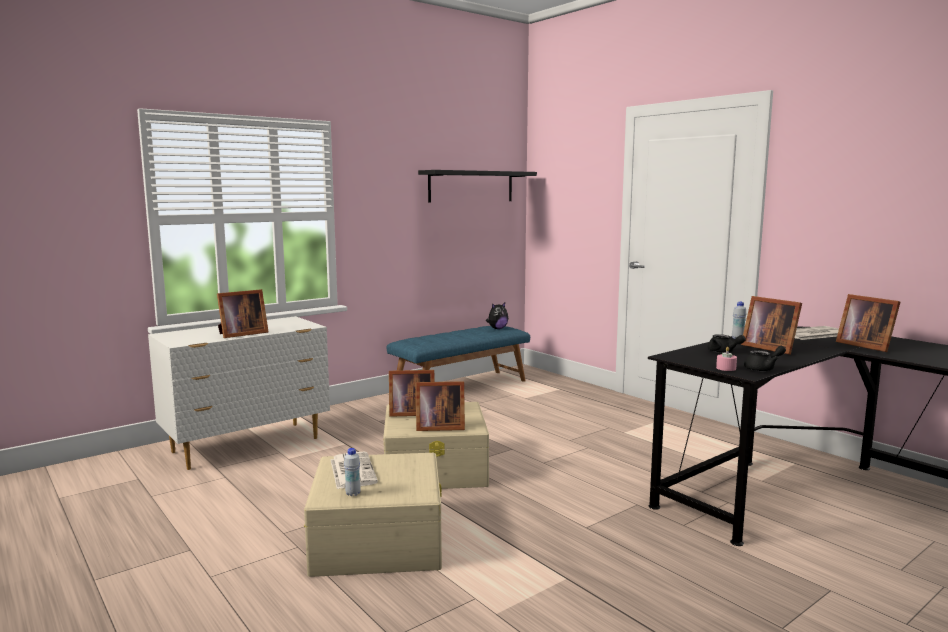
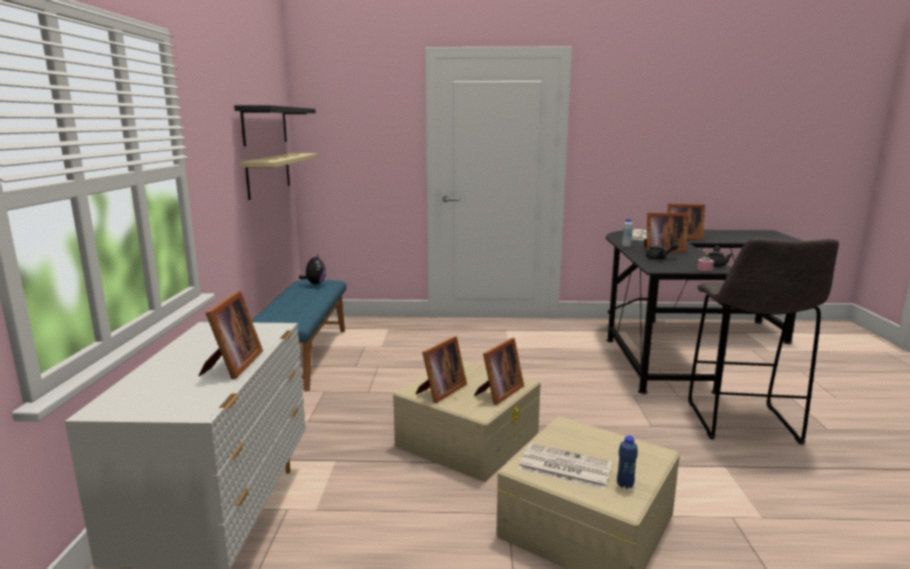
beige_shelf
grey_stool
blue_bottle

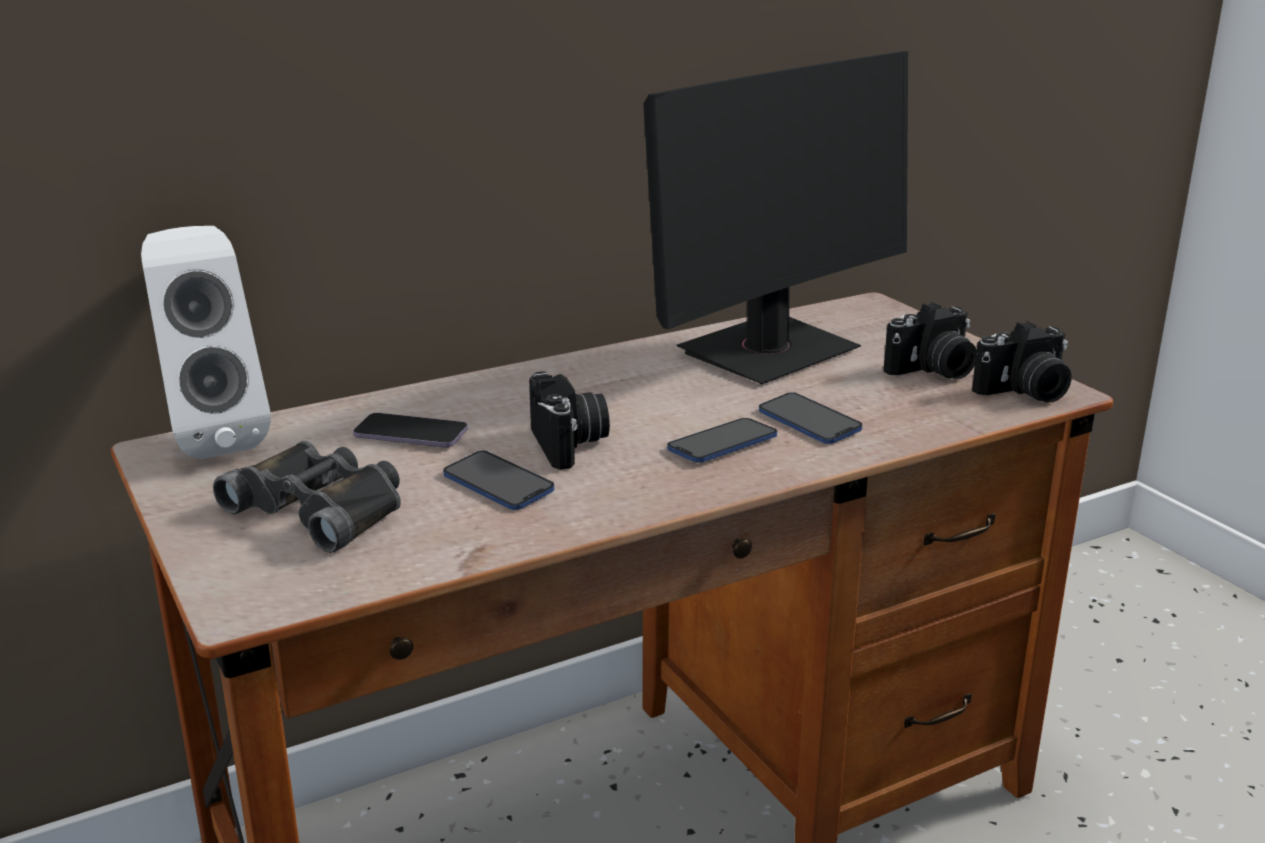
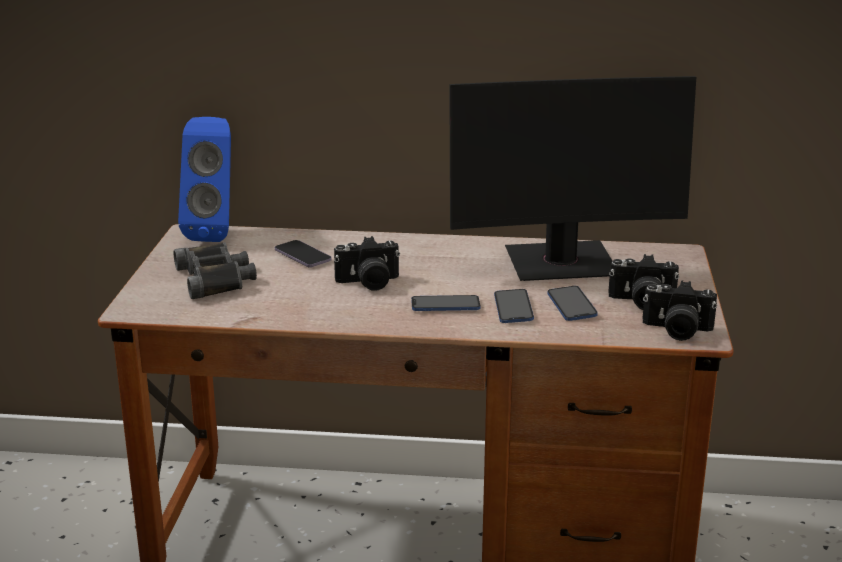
phone (no. 4 from left)
blue_speaker
photo_camera (no. 1 from left)

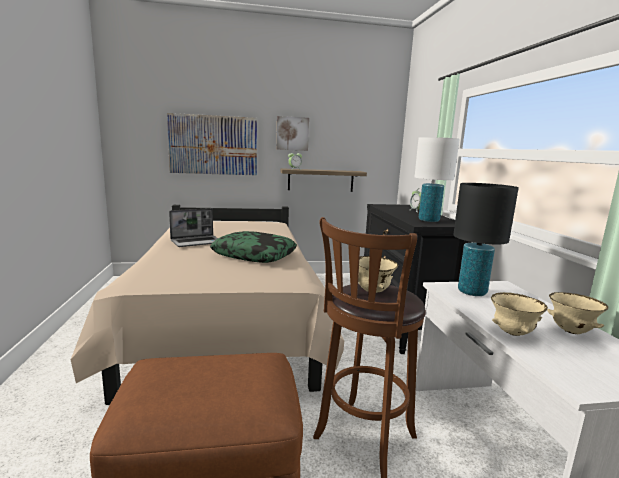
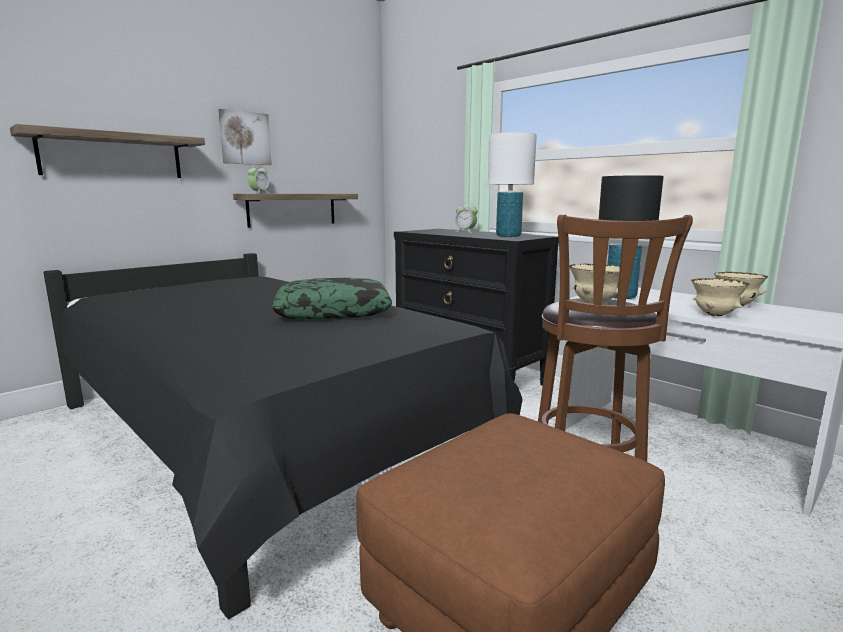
laptop
shelf (no. 1 from left)
black_bed

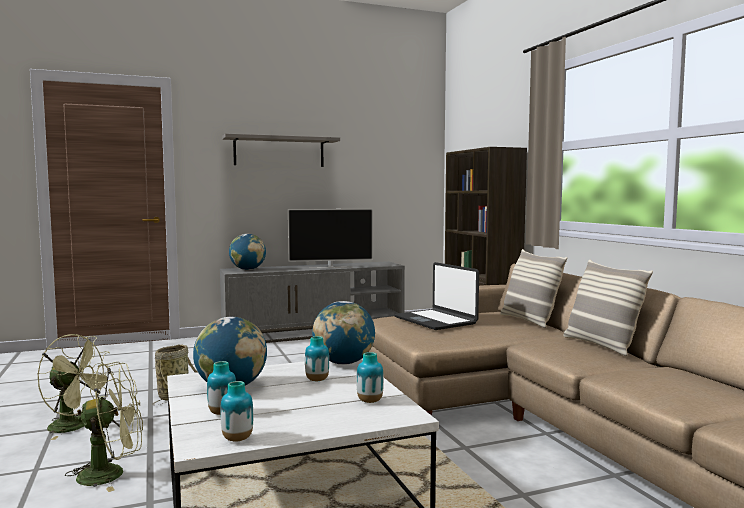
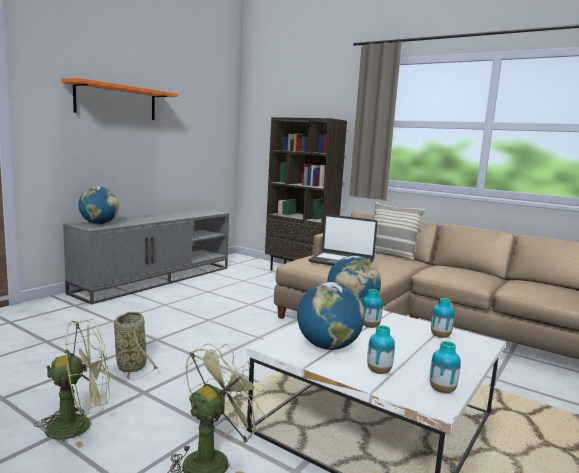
television
pillow (no. 2 from left in the first image)
orange_shelf

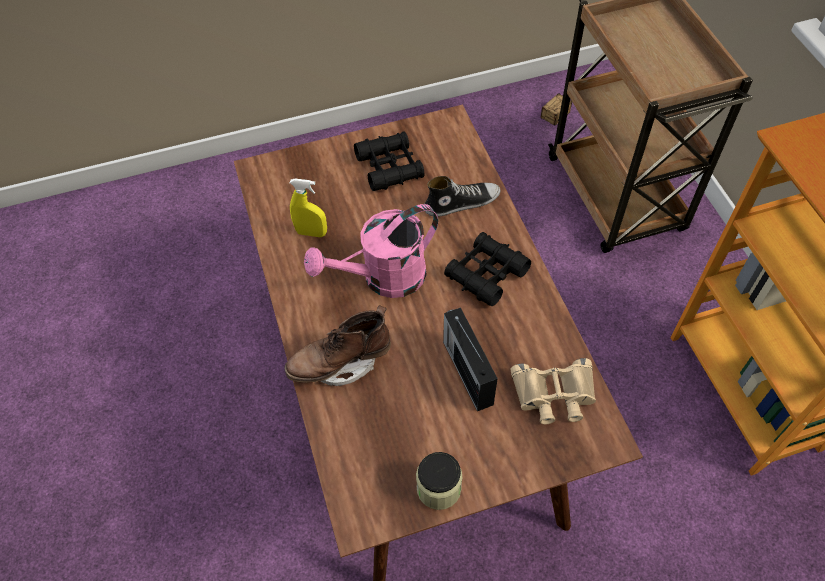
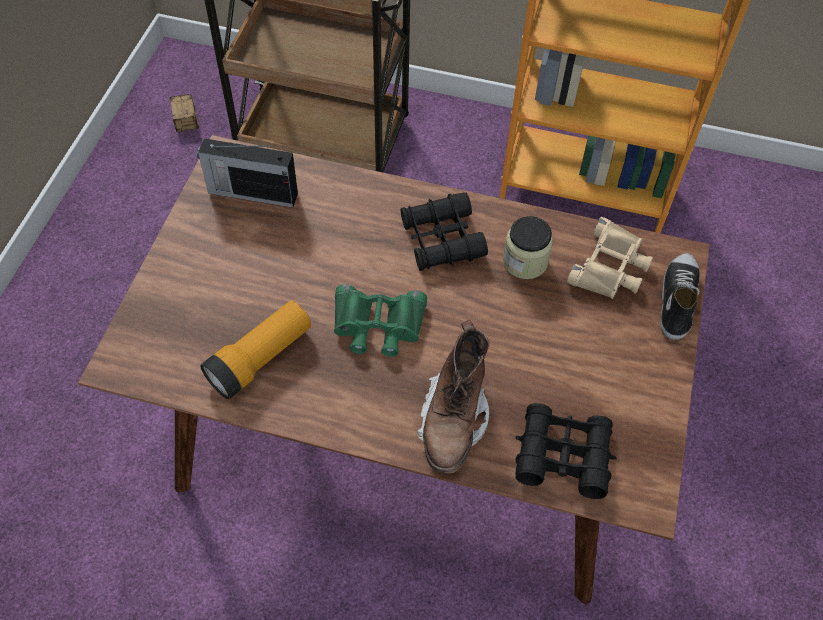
black_binoculars (no. 2 from left)
jar
shoe
radio
flashlight
green_binoculars

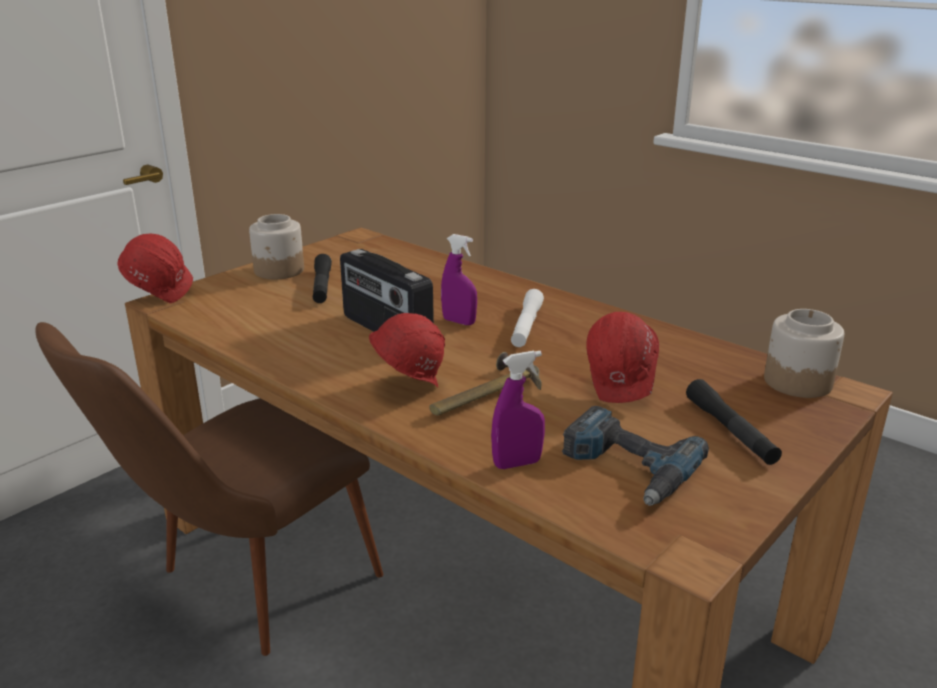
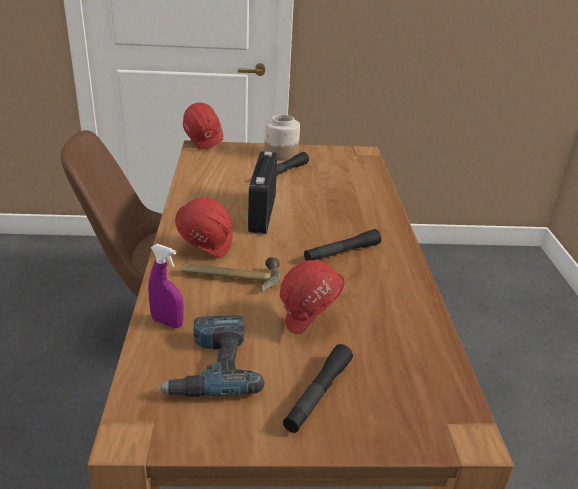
purple_spray_bottle (no. 1 from left in the first image)
jar (no. 2 from left in the first image)
black_flashlight (no. 3 from left)

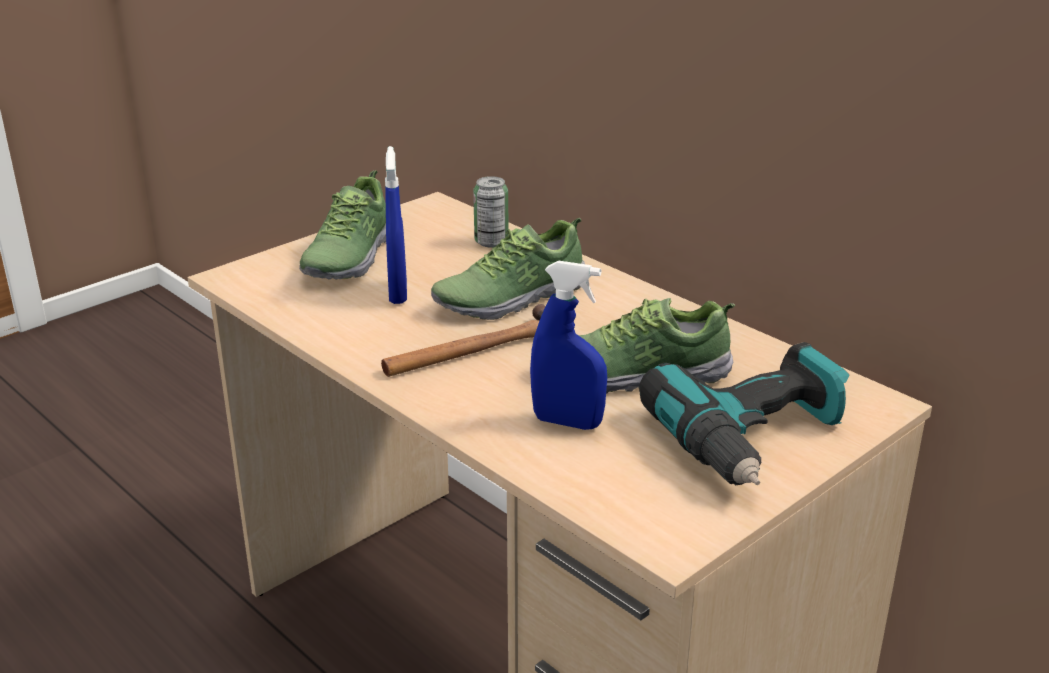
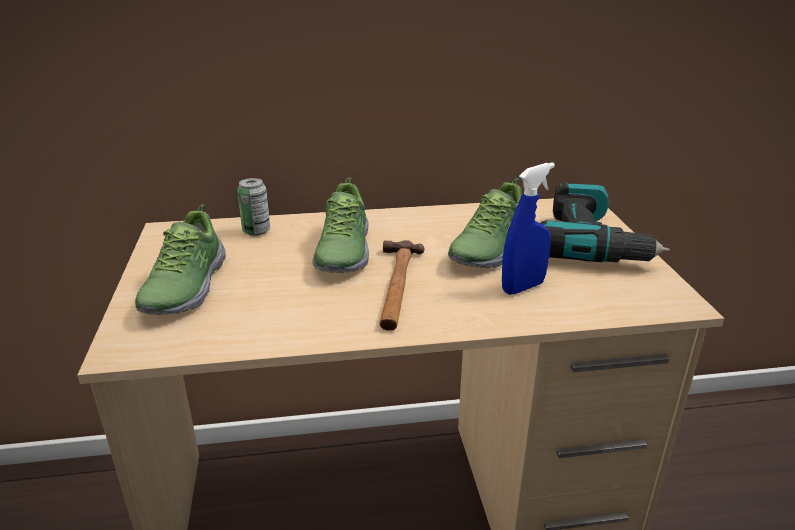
blue_spray_bottle (no. 1 from left in the first image)
shoe (no. 1 from left)

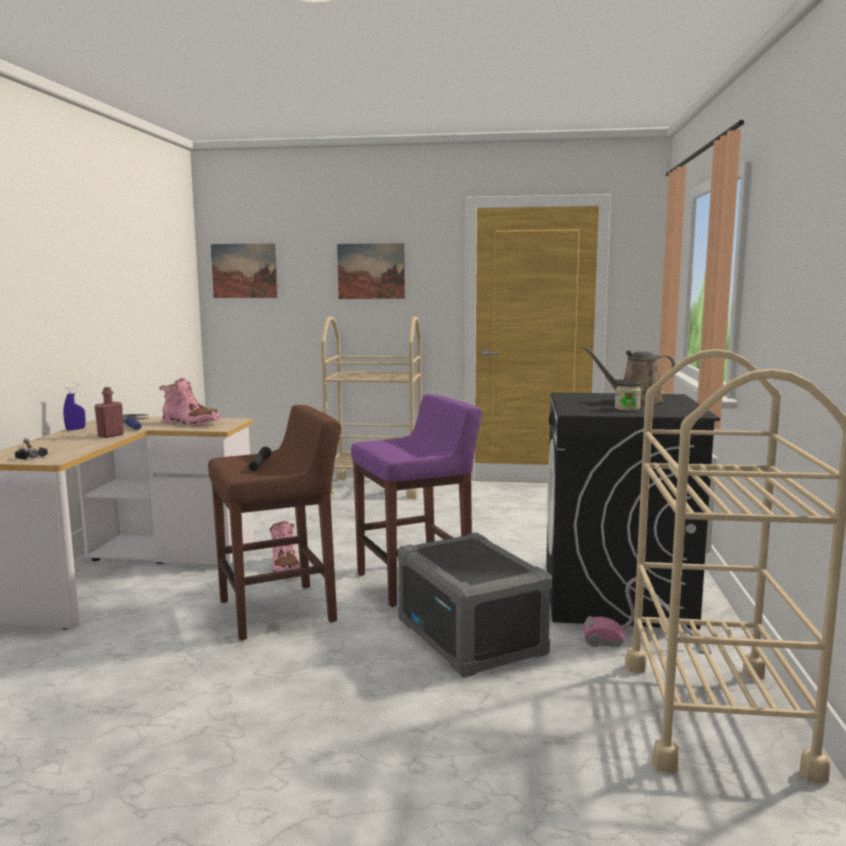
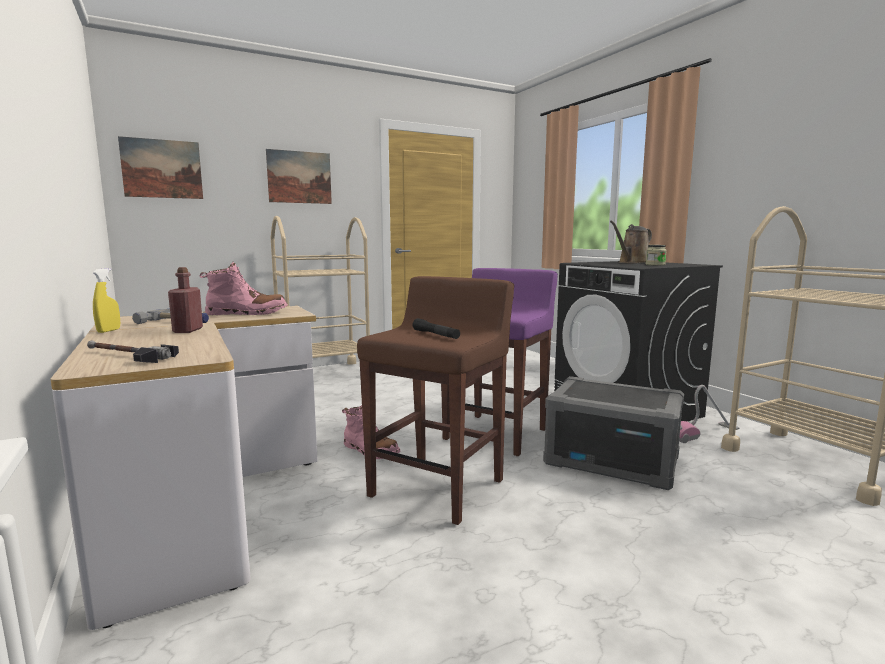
yellow_spray_bottle

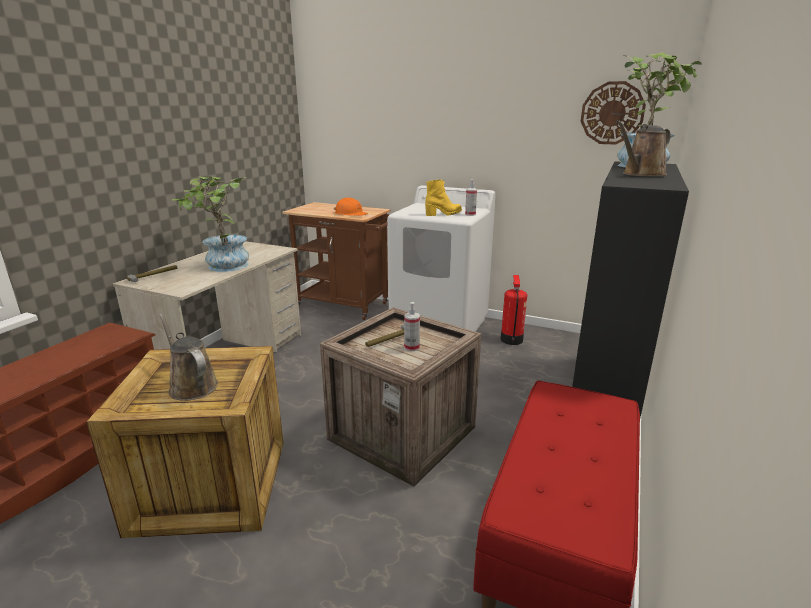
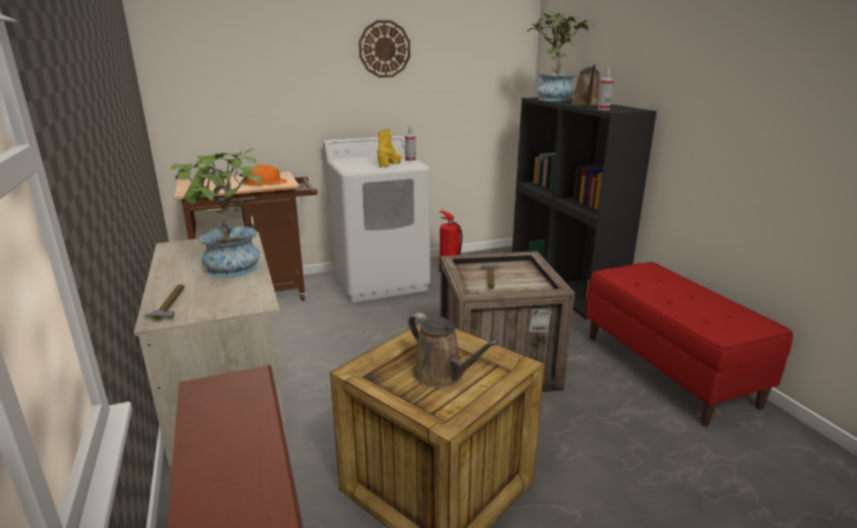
spray_bottle (no. 2 from left)
wall_clock
brown_watering_can (no. 1 from left)

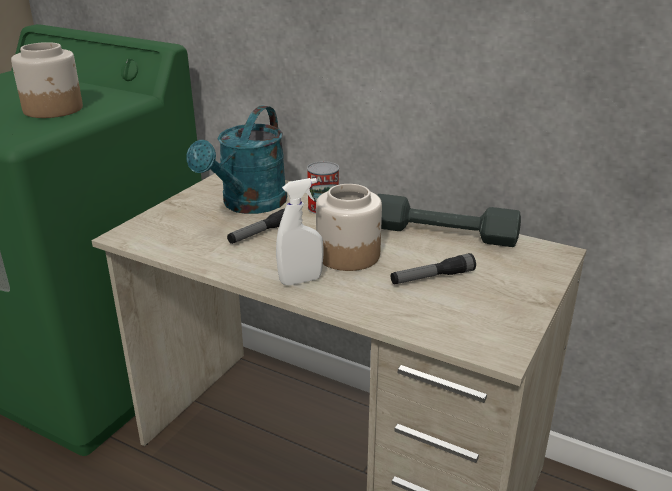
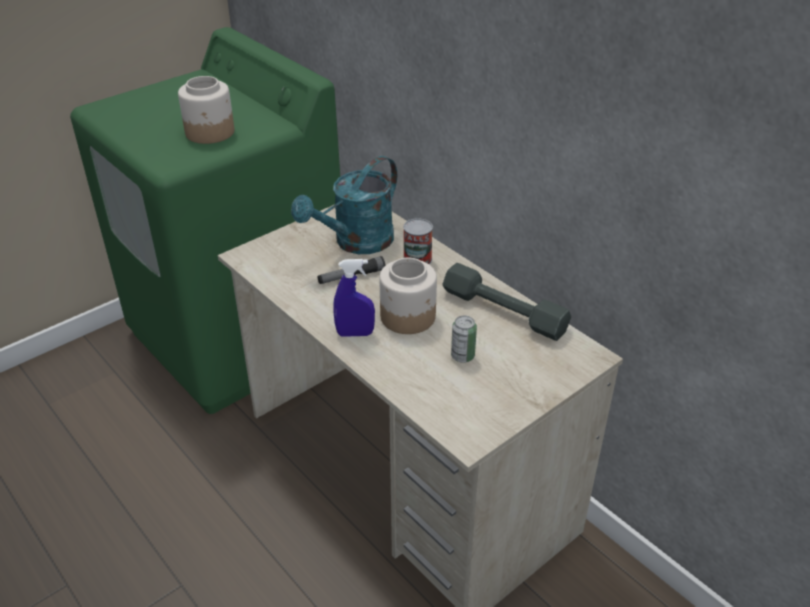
can (no. 2 from left)
blue_spray_bottle

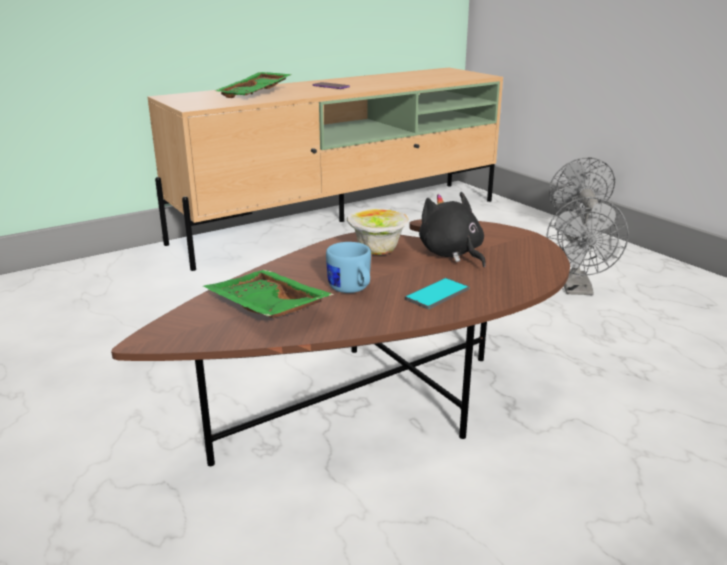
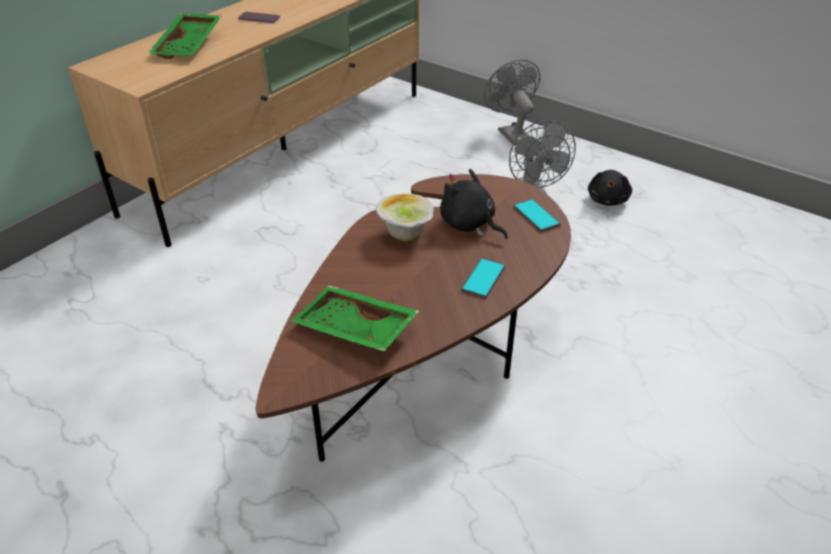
blue_mug
phone (no. 3 from left)
black_plush_toy (no. 2 from left)

